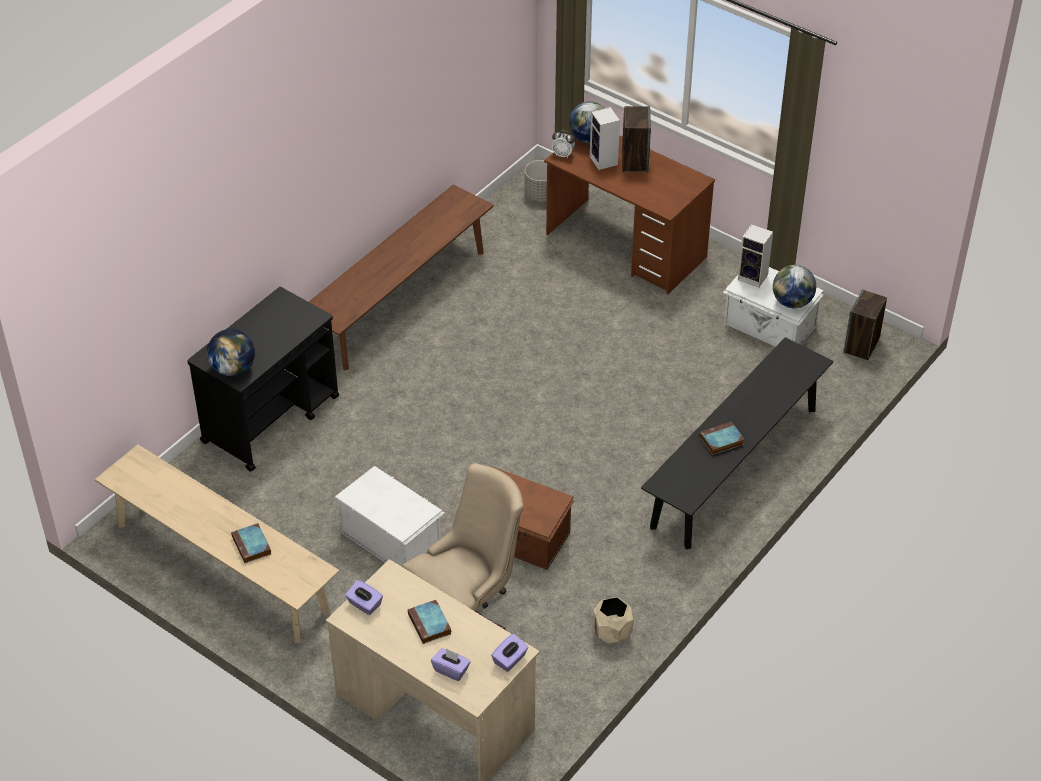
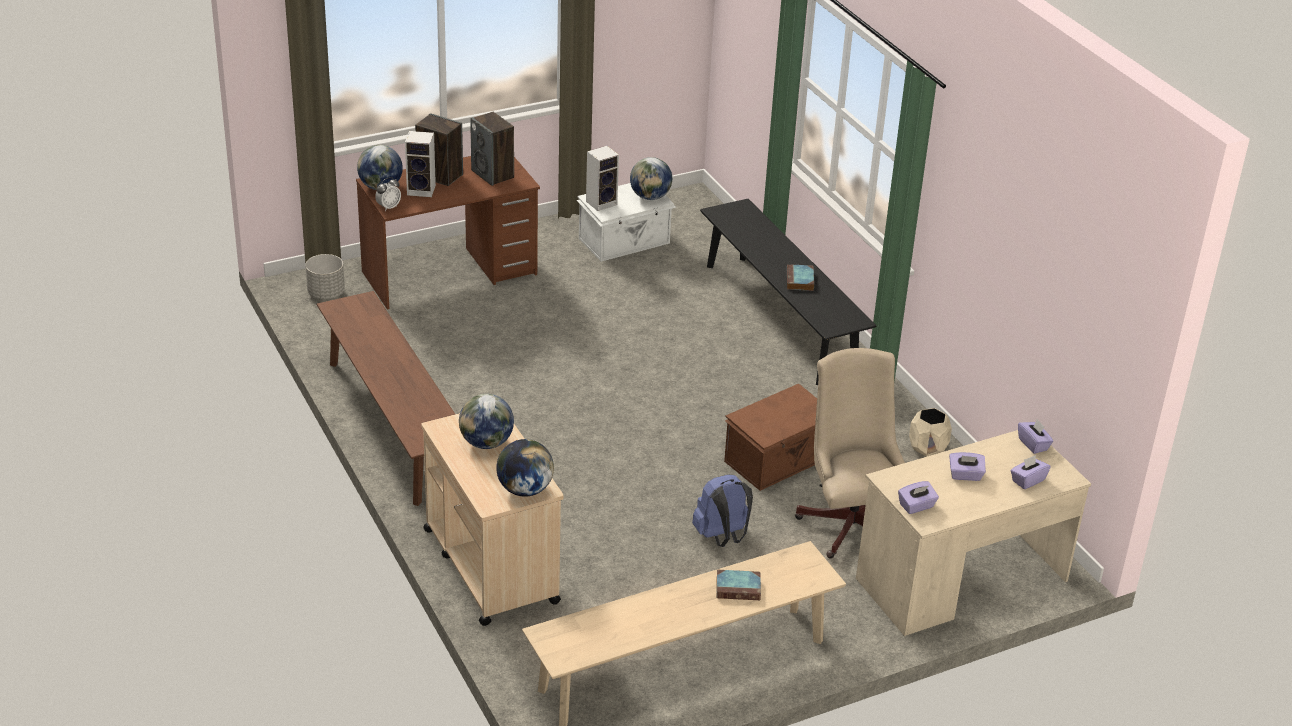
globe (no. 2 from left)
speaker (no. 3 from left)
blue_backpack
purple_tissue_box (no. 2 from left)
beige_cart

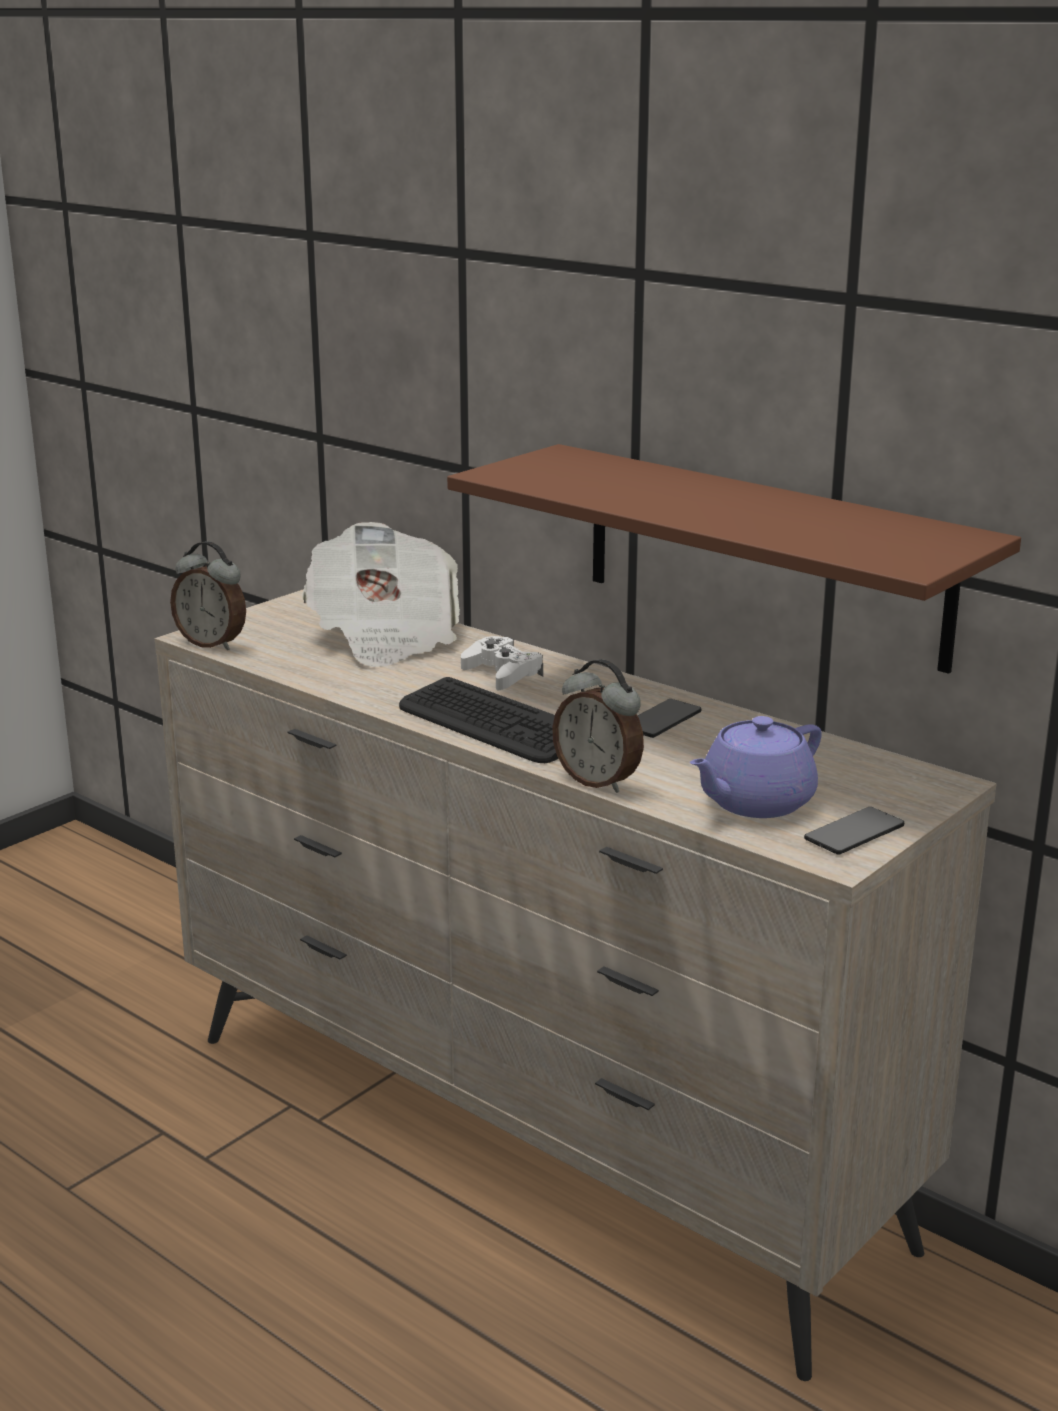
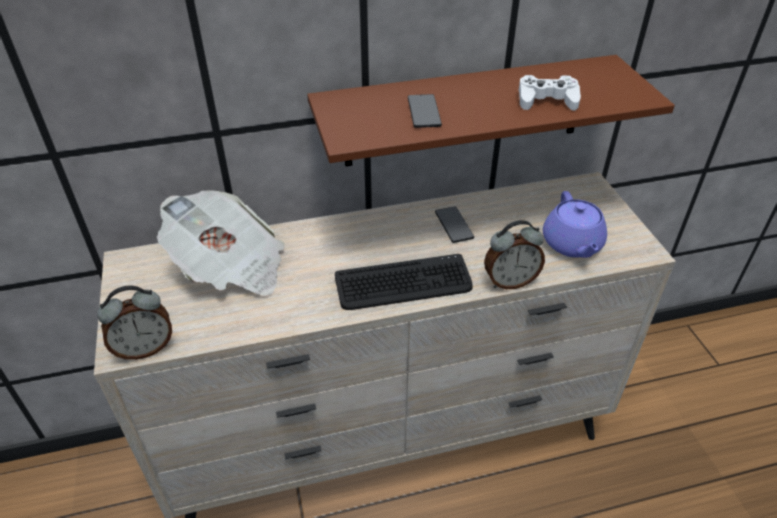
white_game_controller
phone (no. 1 from left)

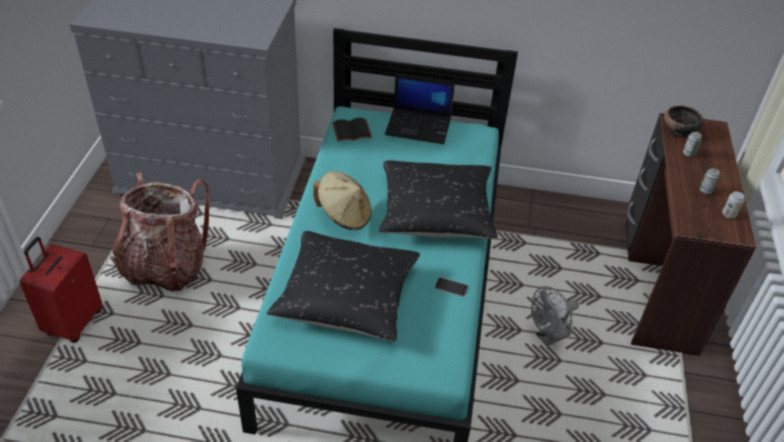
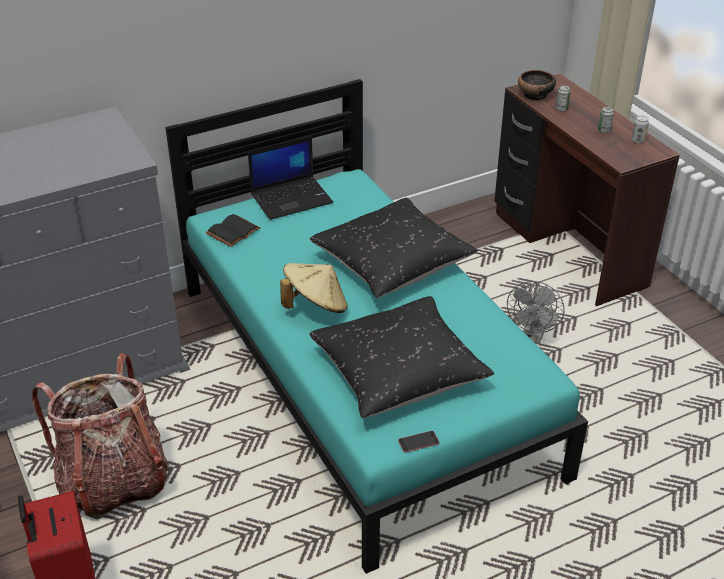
phone

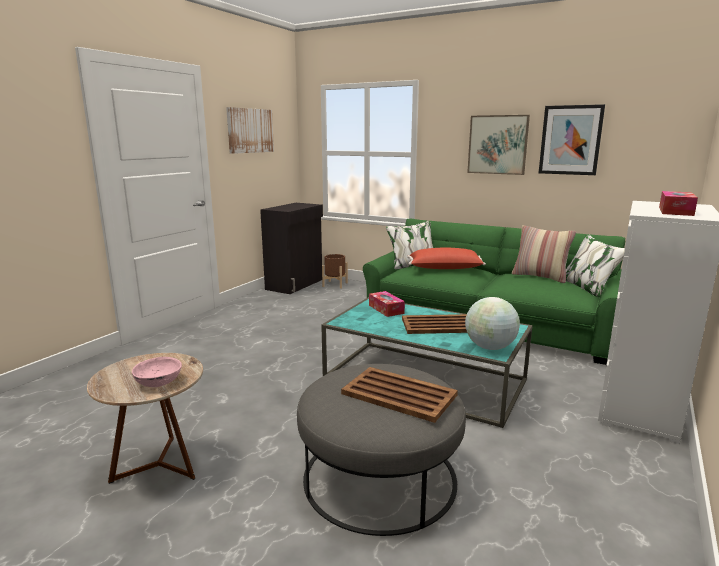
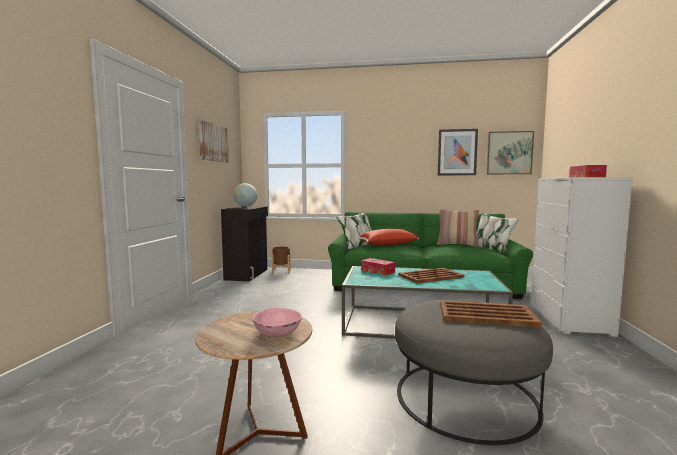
globe
picture (no. 3 from left)

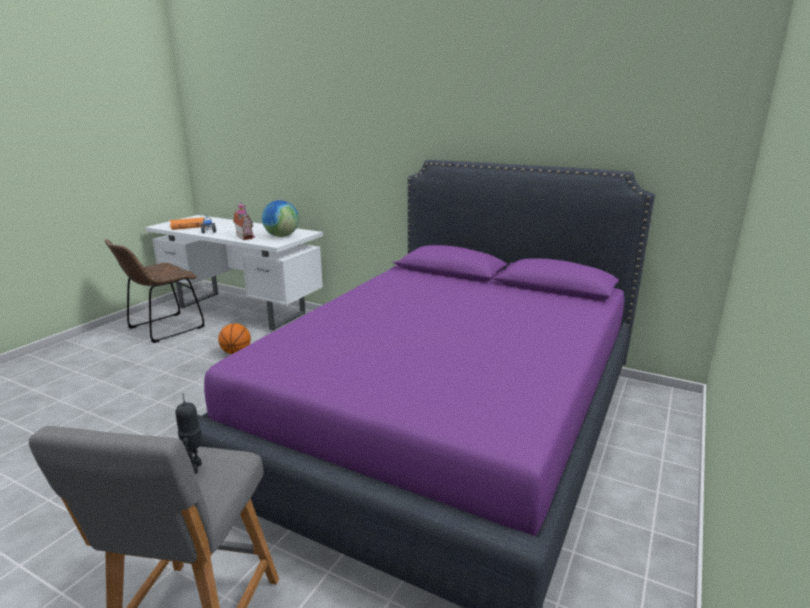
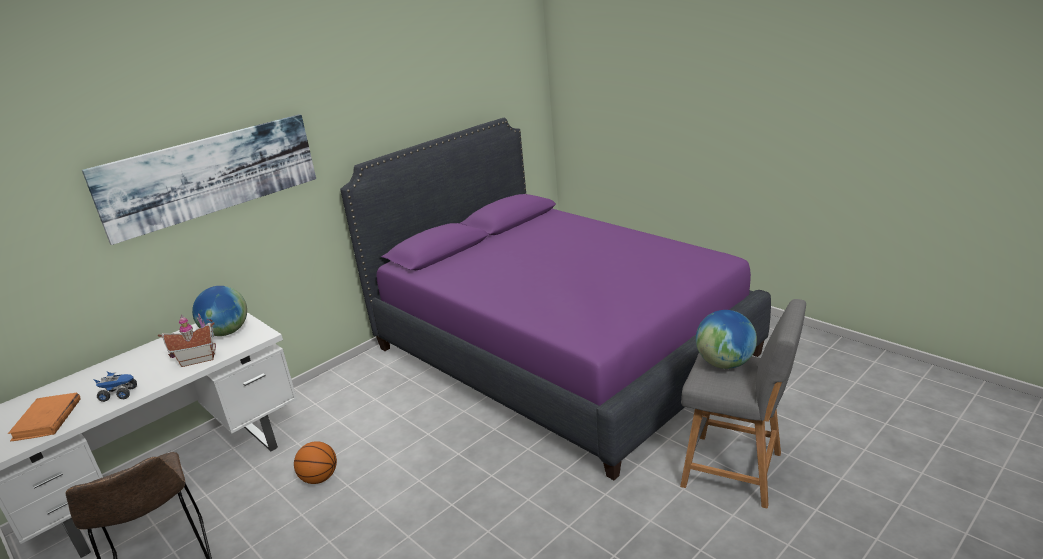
picture
globe (no. 2 from left)

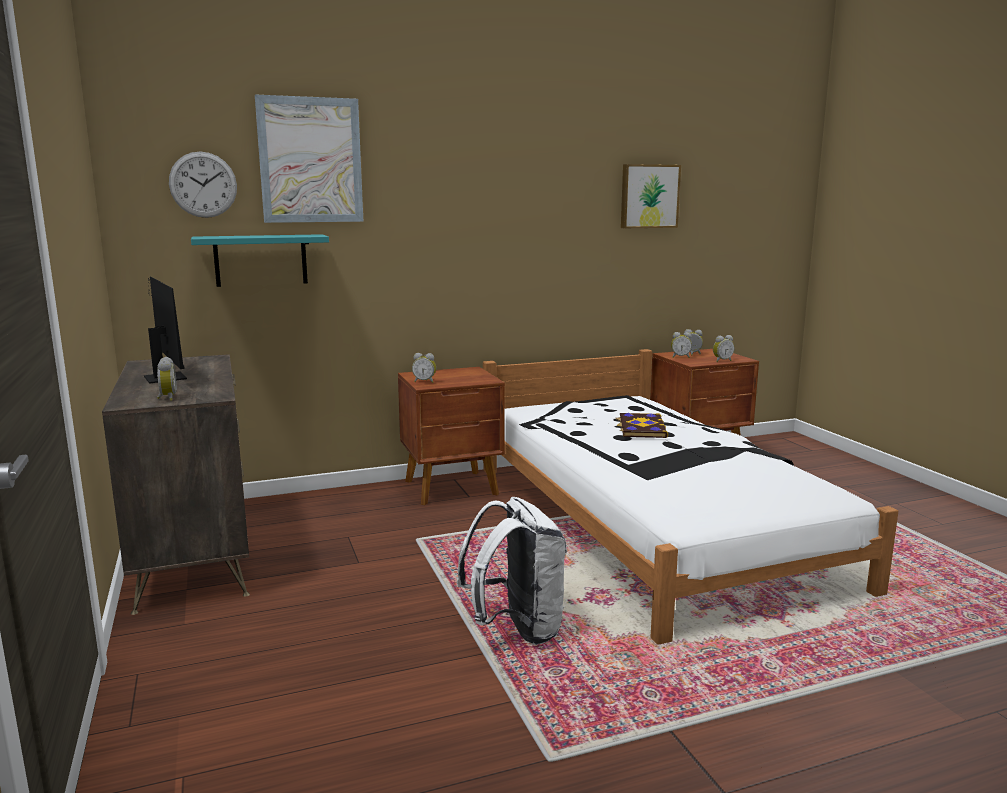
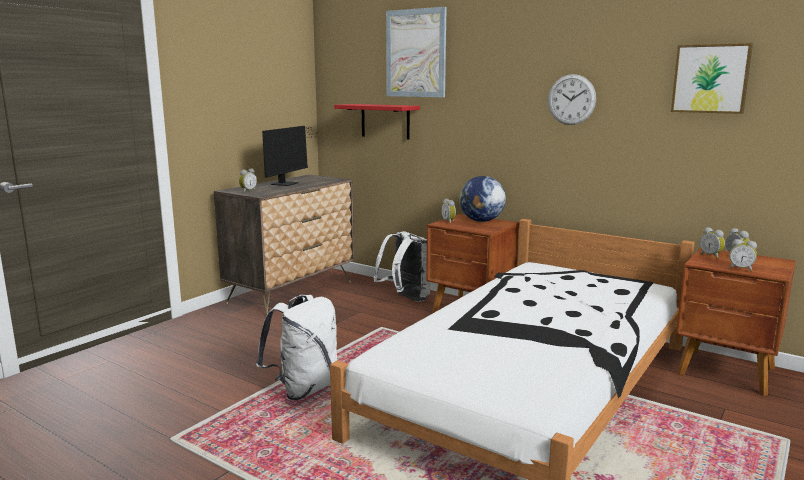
book
white_backpack (no. 2 from left)
globe
wall_clock
red_shelf

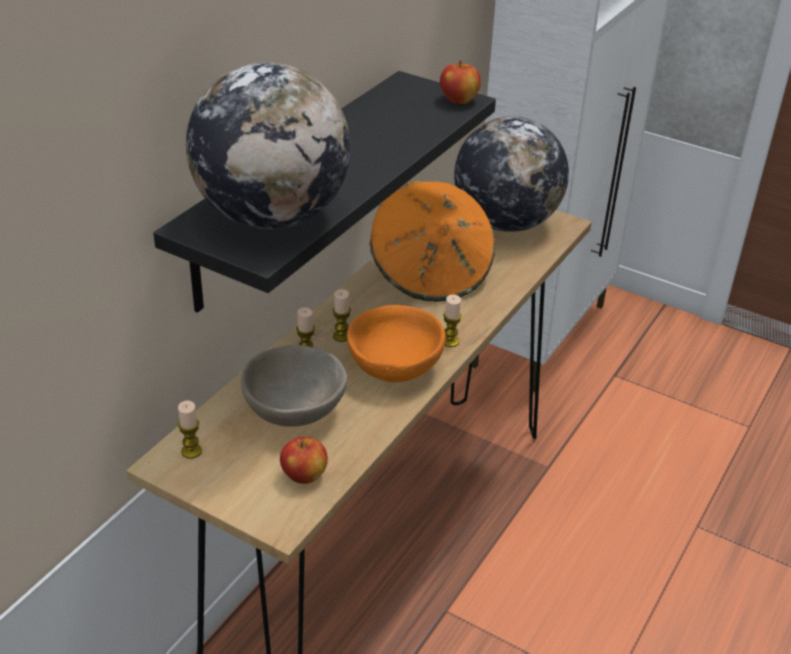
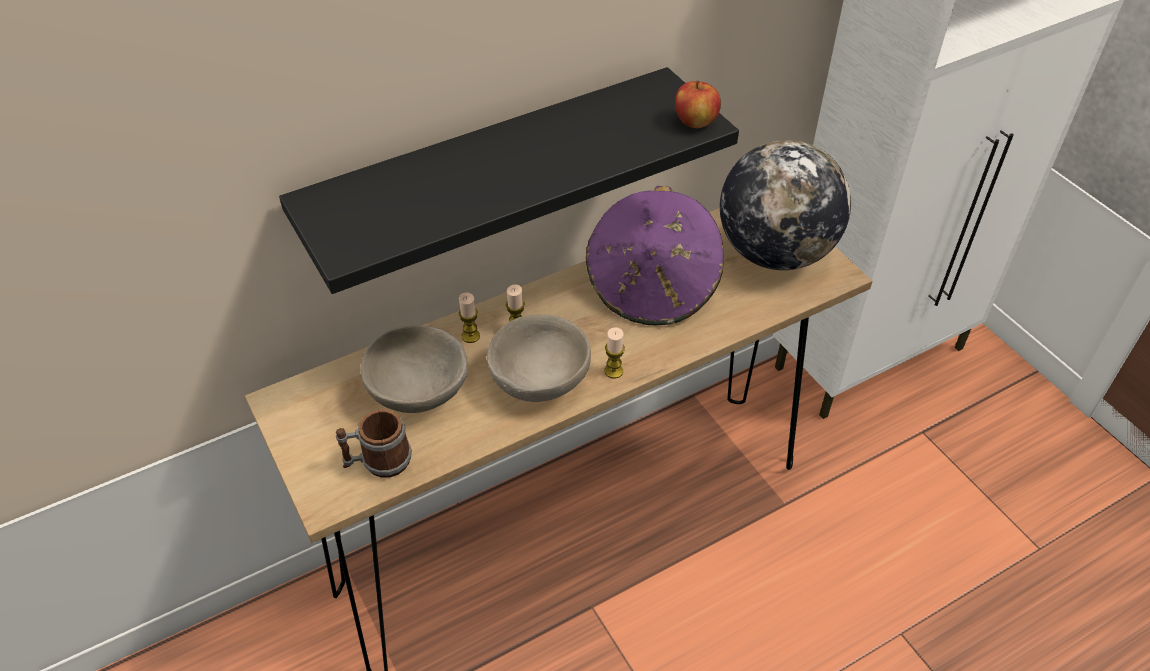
candle (no. 1 from left in the first image)
globe (no. 1 from left in the first image)
mug
beige_bowl (no. 2 from left)
purple_hat

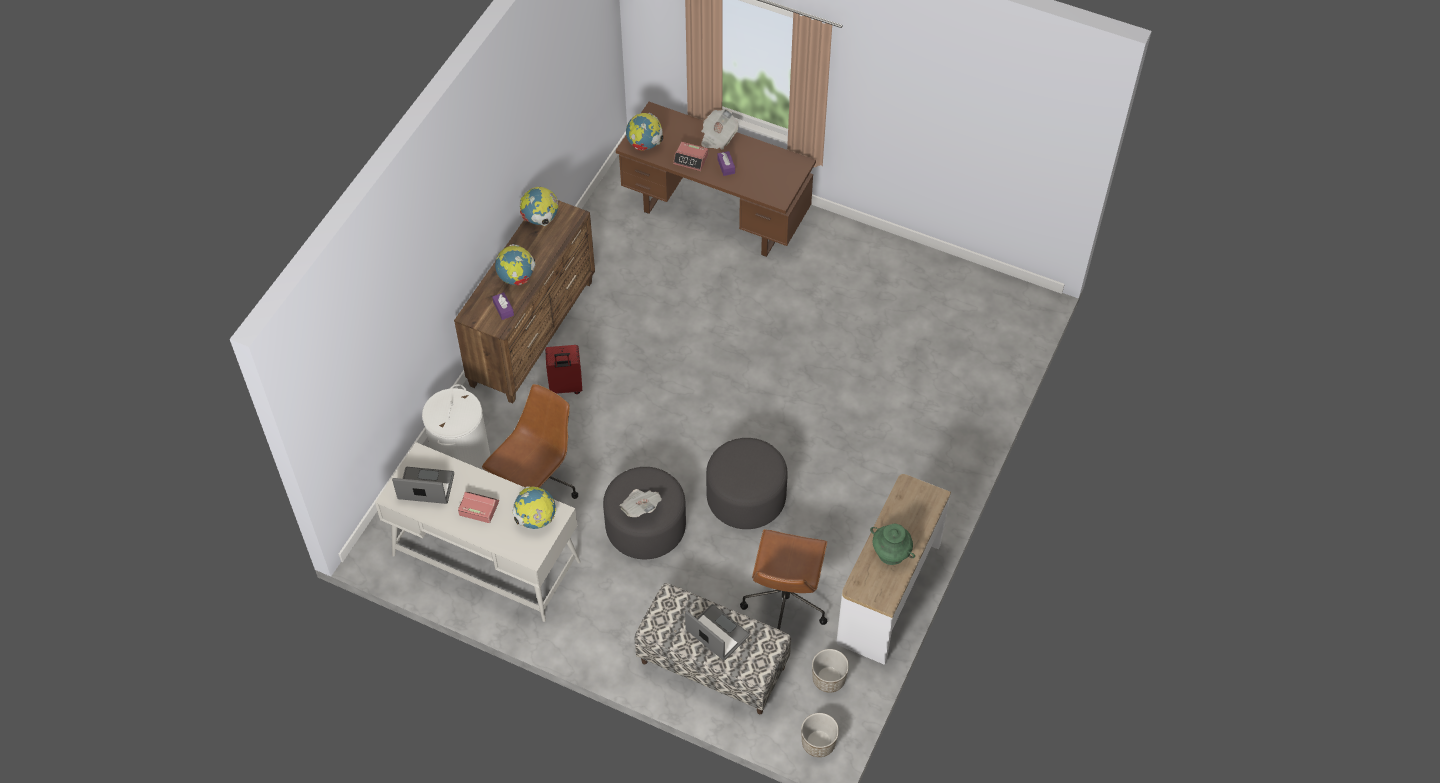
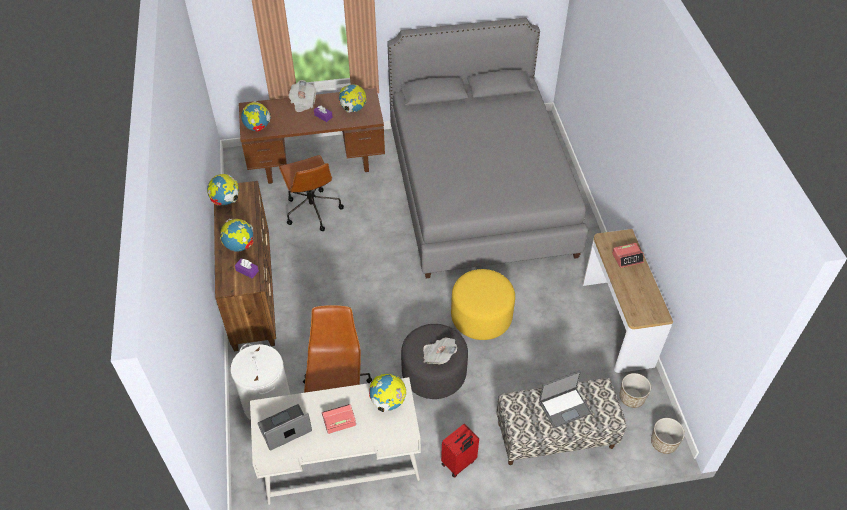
green_vase
globe (no. 4 from left)
grey_bed
red_suitcase
alarm_clock (no. 2 from left)
brown_office_chair (no. 1 from left)
yellow_ottoman
laptop (no. 2 from left)

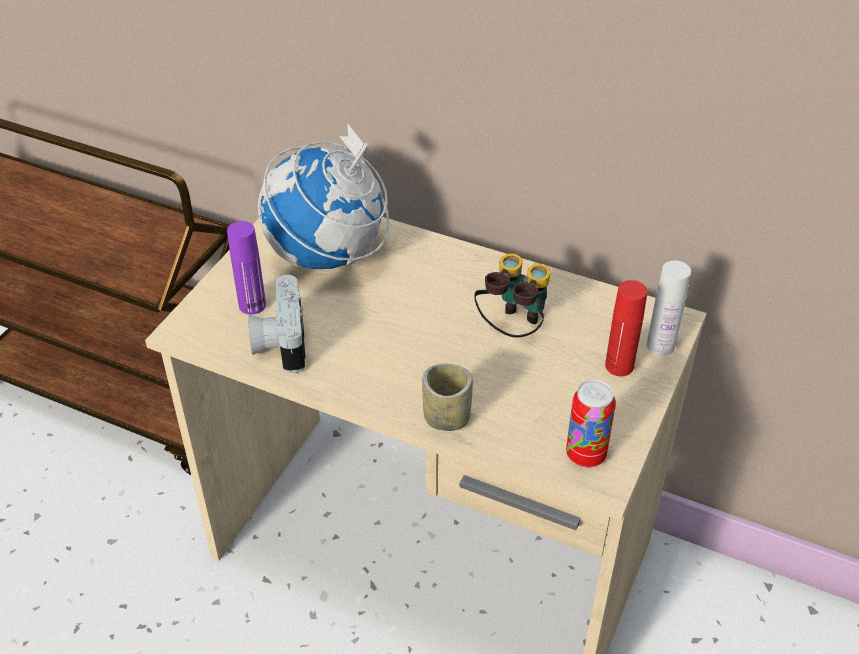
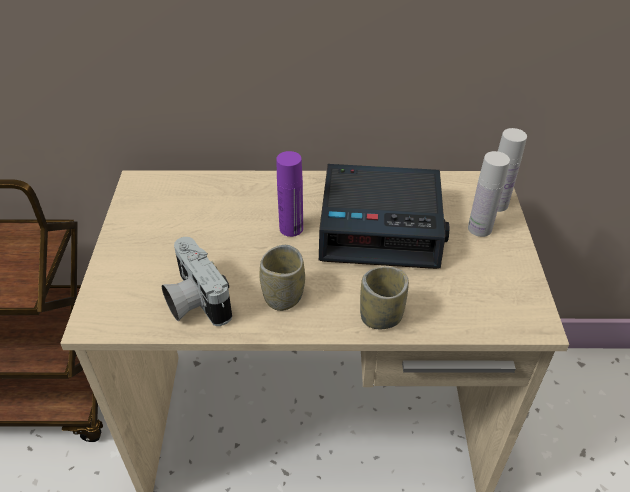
globe
can
cup (no. 1 from left)
purple_bottle
alarm_clock
white_bottle (no. 1 from left)

